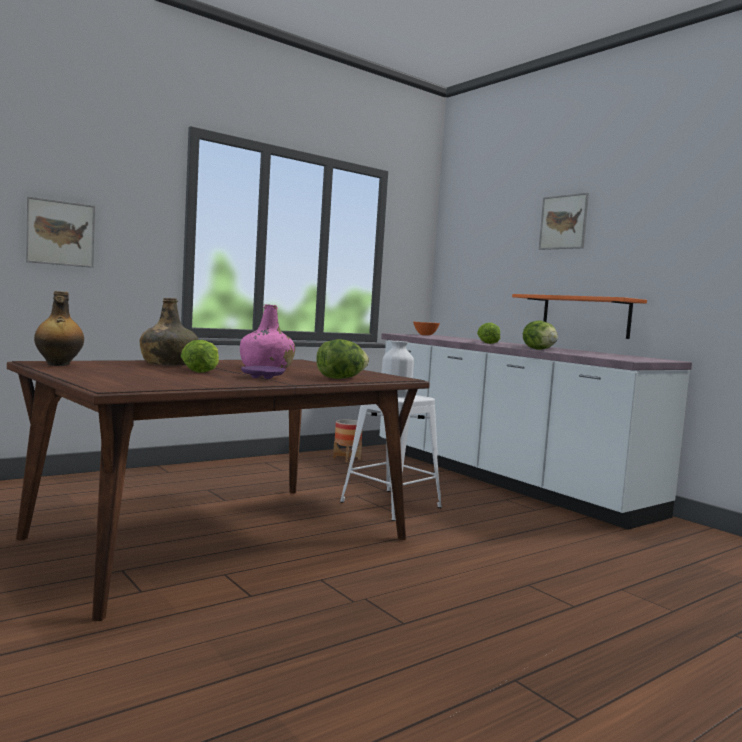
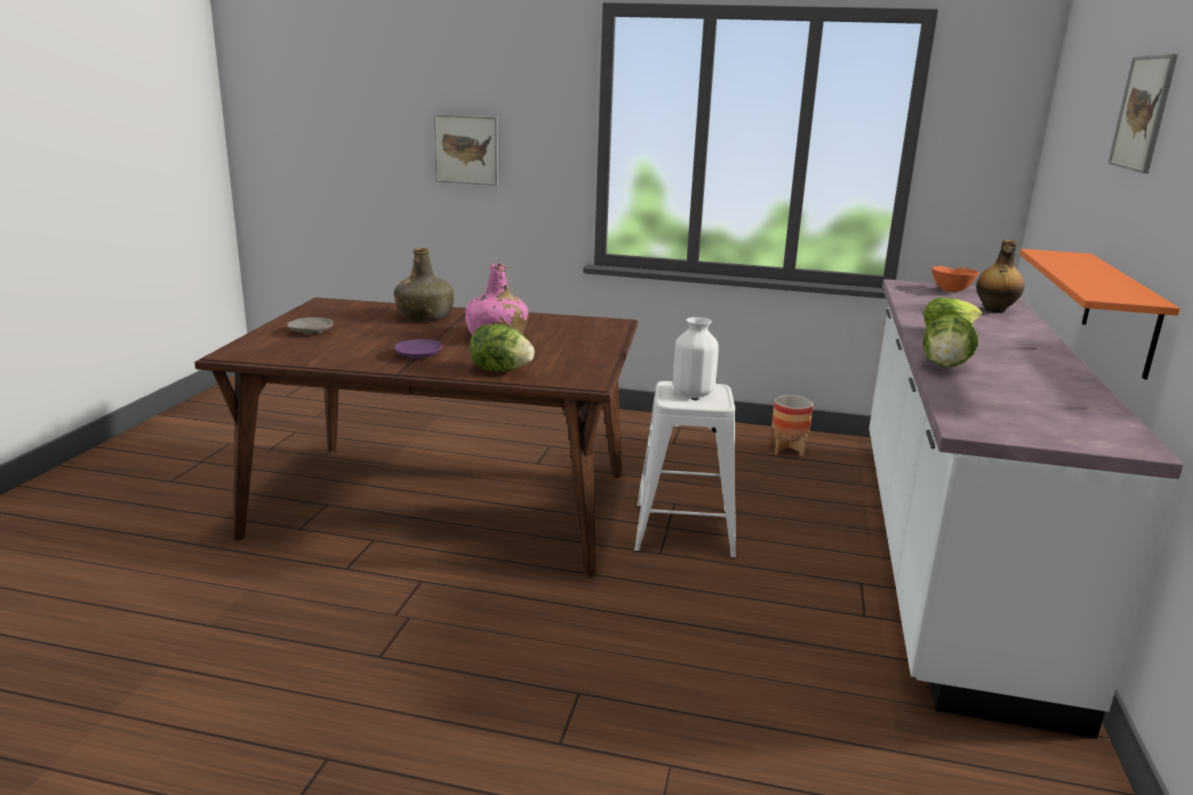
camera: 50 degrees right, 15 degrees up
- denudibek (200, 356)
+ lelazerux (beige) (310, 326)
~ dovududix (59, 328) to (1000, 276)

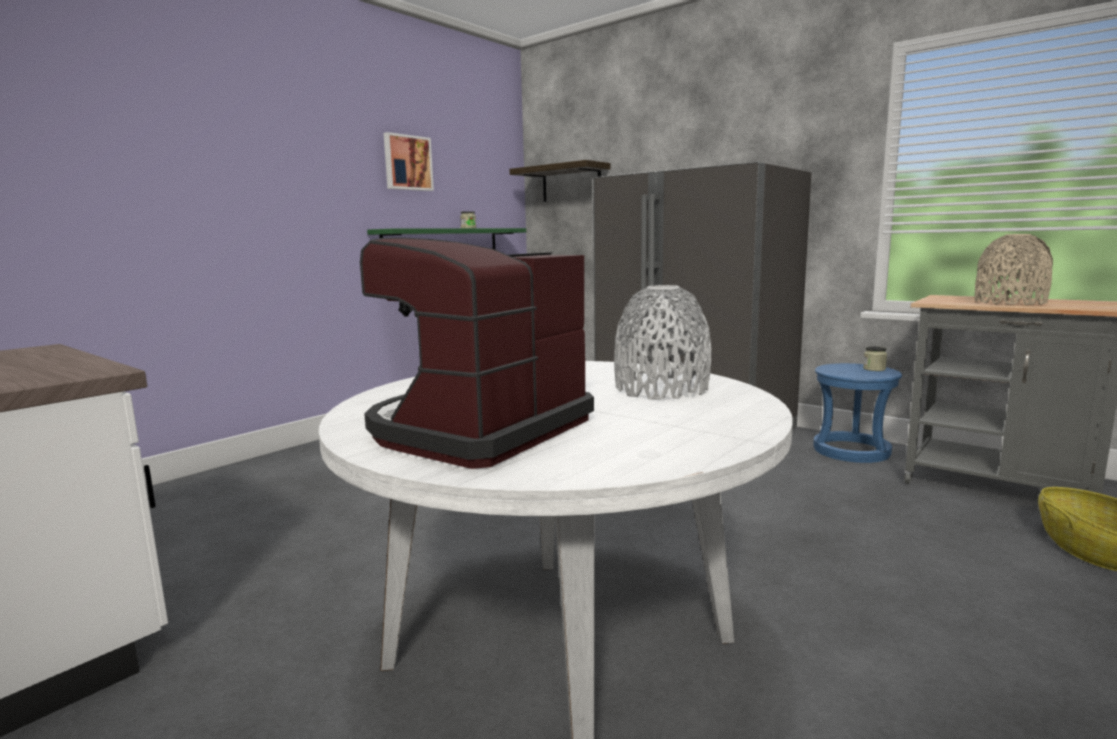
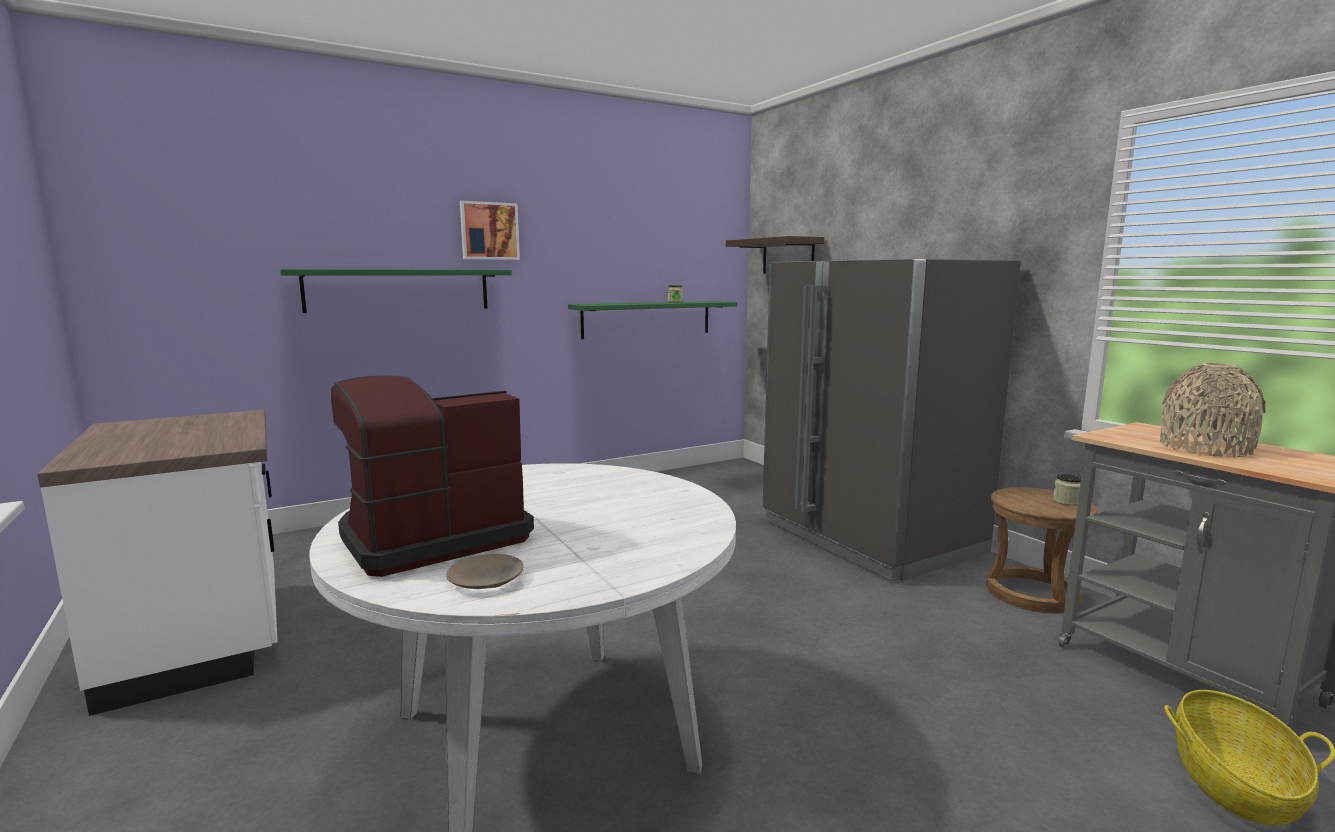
camera: 20 degrees right, 0 degrees up
- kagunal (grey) (662, 342)
+ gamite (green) (396, 291)
+ lelazerux (beige) (485, 571)
~ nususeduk (408, 161) to (490, 230)
~ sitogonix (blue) (857, 413) to sitogonix (brown) (1041, 550)

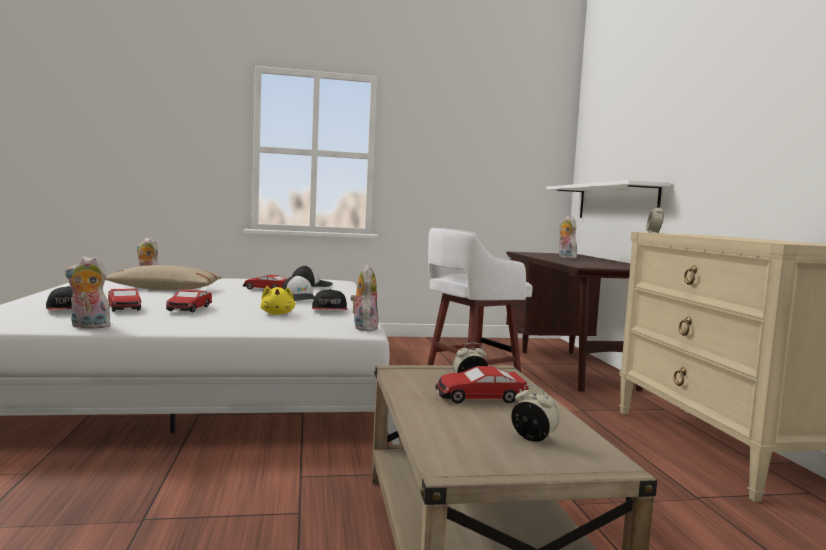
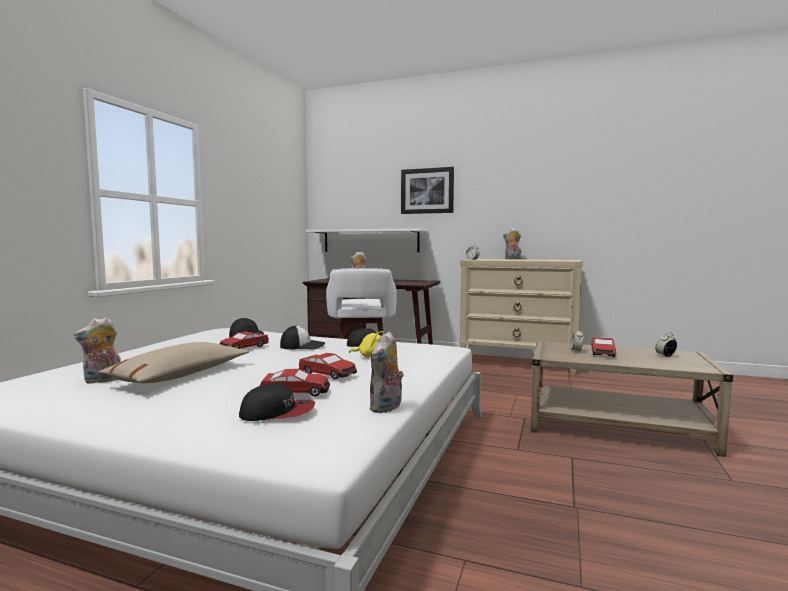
camera: 60 degrees left, 0 degrees up
+ nususeduk (427, 190)
~ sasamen (364, 297) to (512, 243)

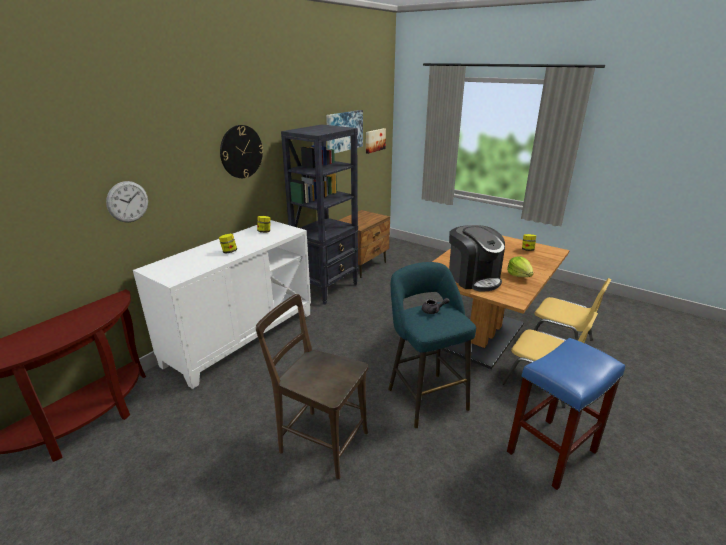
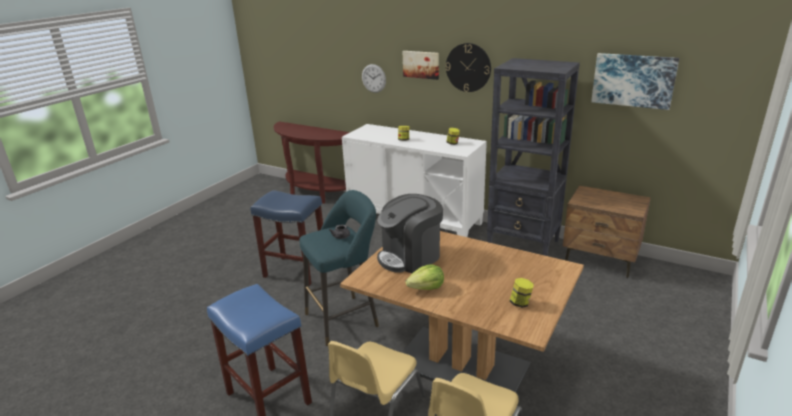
camera: 85 degrees right, 0 degrees up
~ nususeduk (376, 141) to (420, 65)
~ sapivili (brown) (312, 386) to sitogonix (blue) (287, 238)

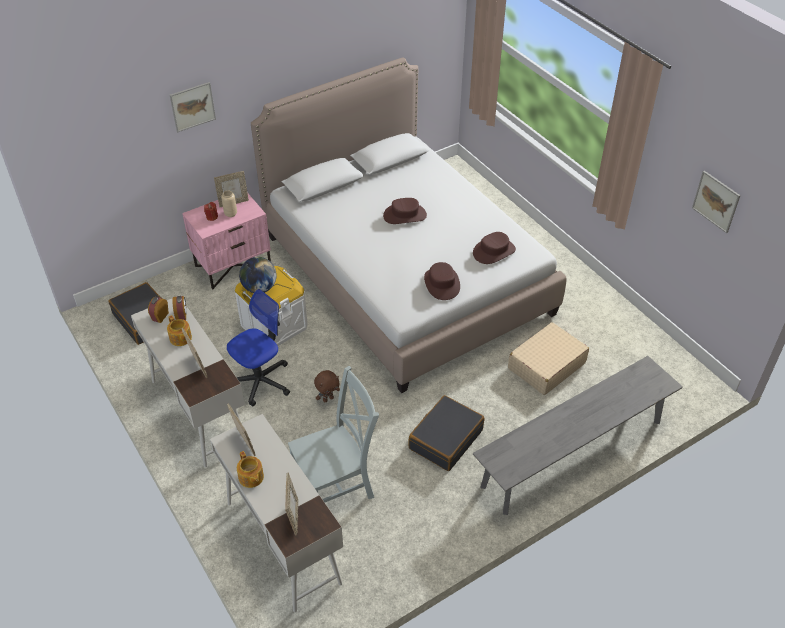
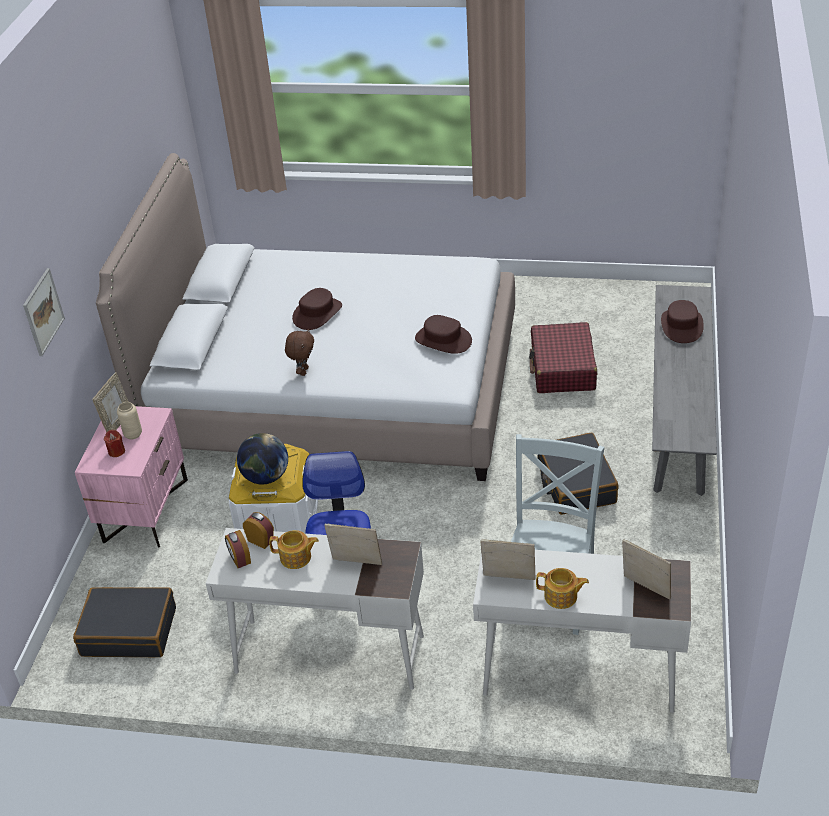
camera: 45 degrees left, 5 degrees down
- nususeduk (716, 202)
~ sasamen (brown) (327, 386) to (299, 352)
~ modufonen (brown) (494, 248) to (682, 321)
~ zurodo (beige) (548, 358) to zurodo (red) (563, 357)

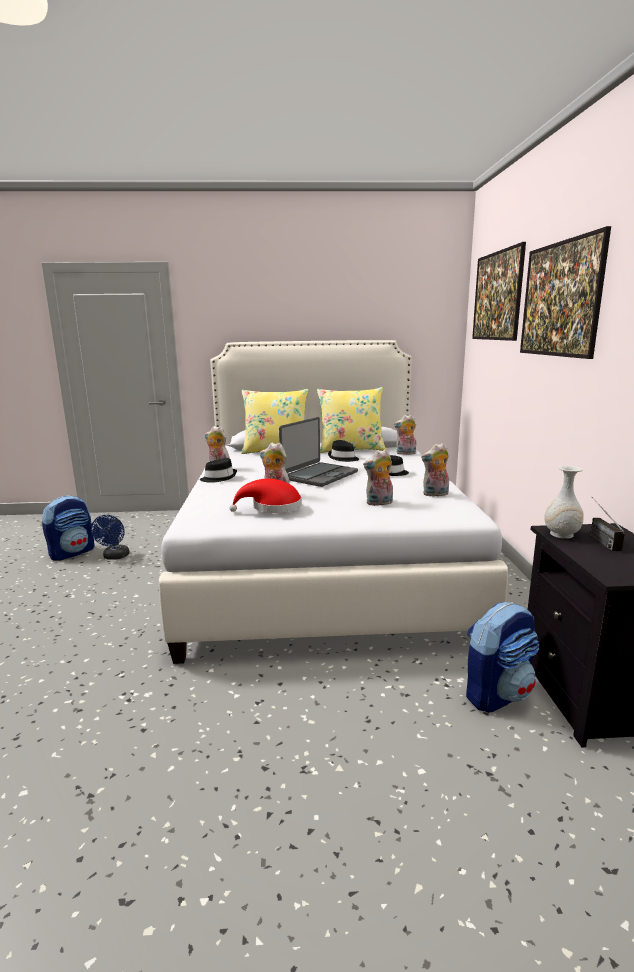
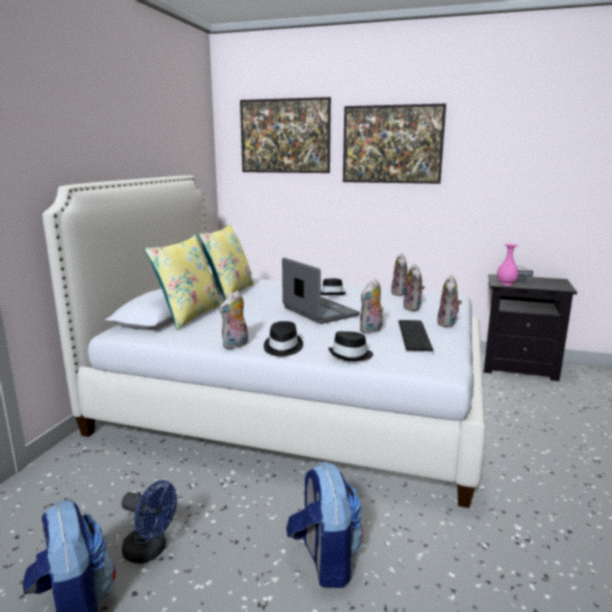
camera: 70 degrees left, 0 degrees up
~ modufonen (black) (343, 451) to (350, 346)
~ sasamen (405, 435) to (449, 301)
~ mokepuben (502, 657) to (324, 525)
~ modufonen (red) (266, 496) to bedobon (416, 335)
~ kagunal (white) (564, 502) to kagunal (pink) (508, 265)

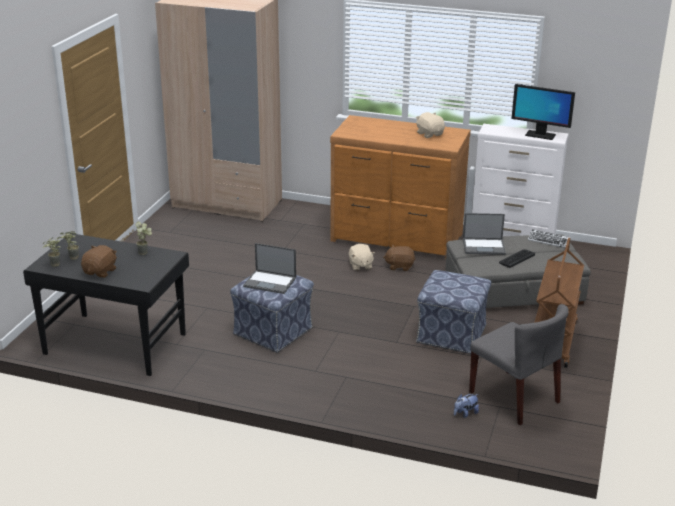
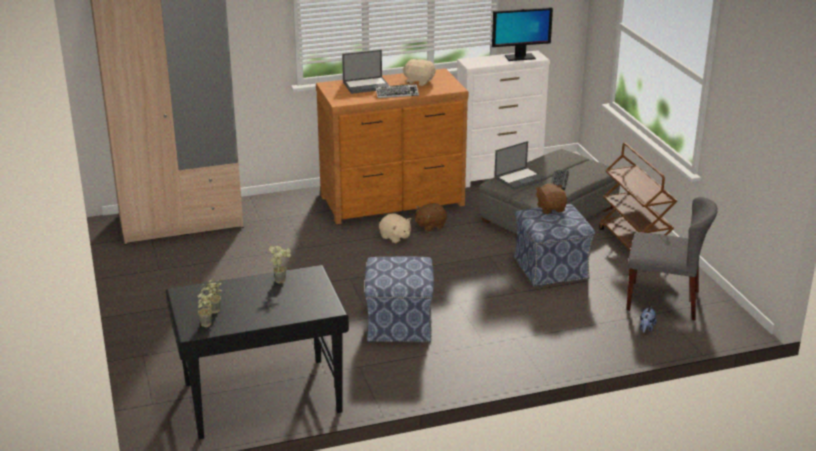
camera: 35 degrees left, 0 degrees up
~ sasamen (brown) (99, 261) to (551, 198)
~ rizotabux (269, 268) to (365, 72)
~ bedobon (549, 238) to (397, 91)

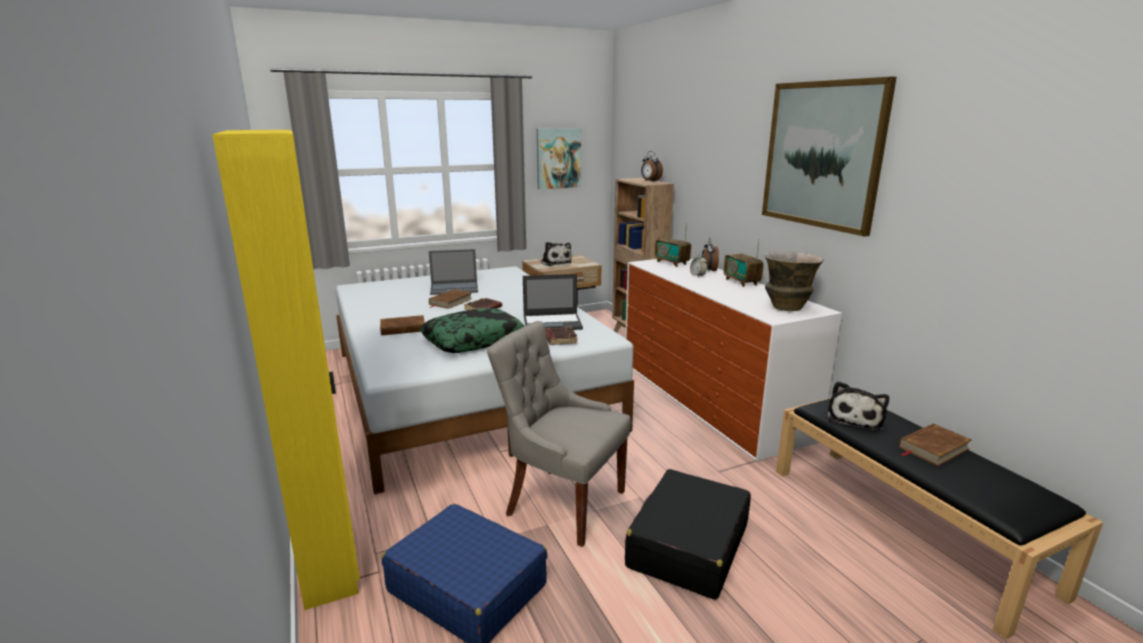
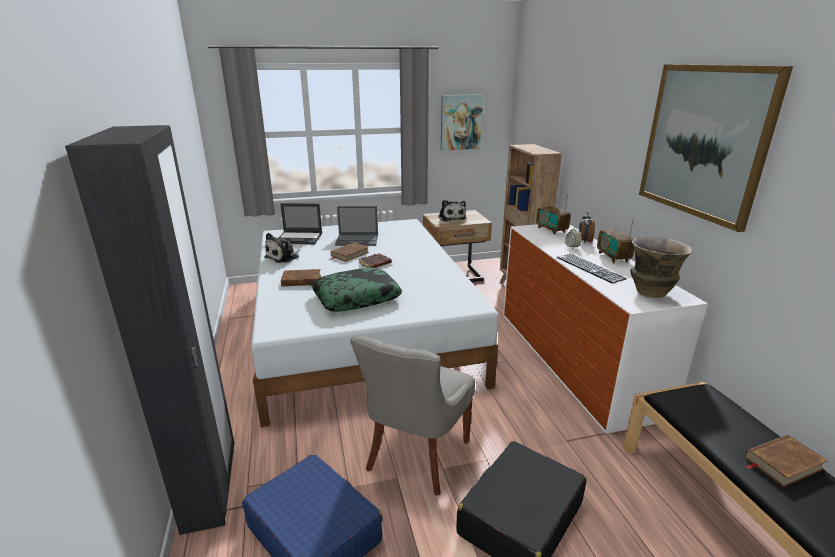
camera: 10 degrees right, 5 degrees up
- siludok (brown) (561, 335)
- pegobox (652, 166)
+ bedobon (592, 268)
~ rizotabux (553, 302) to (300, 223)
~ sasamen (858, 406) to (282, 248)
~ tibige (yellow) (286, 370) to tibige (black) (149, 330)
~ sapivili (grey) (559, 434) = (412, 416) 105 degrees counterclockwise

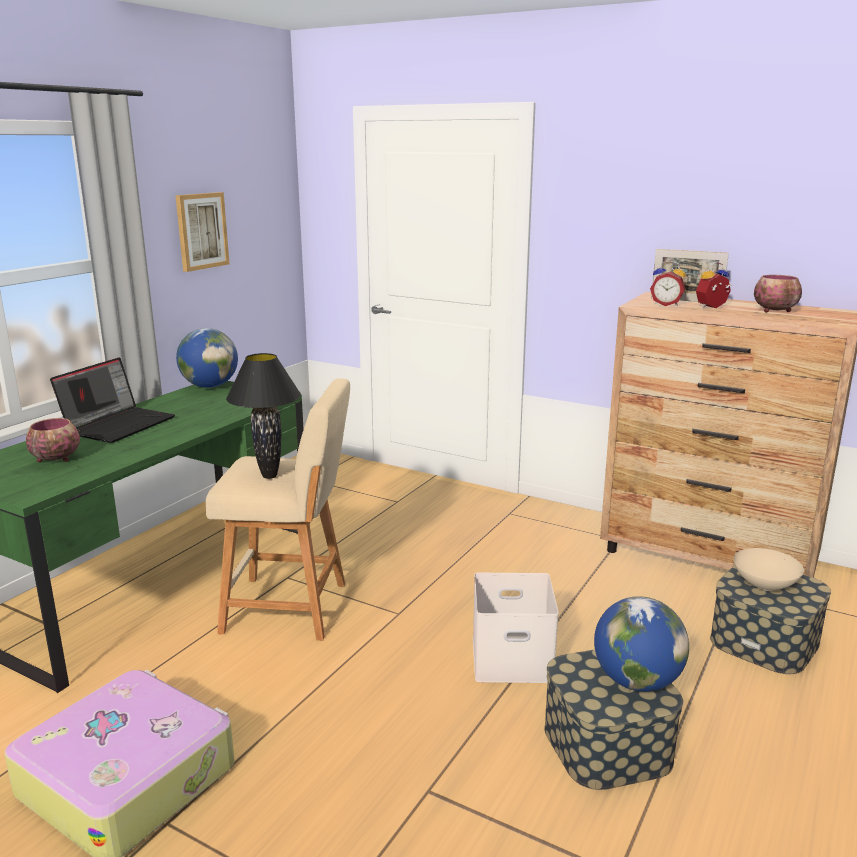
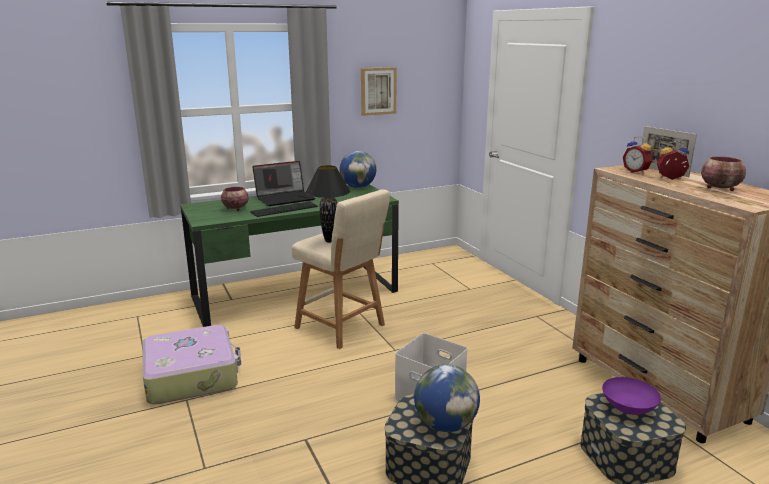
camera: 35 degrees right, 0 degrees up
+ bedobon (284, 209)
~ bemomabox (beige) (768, 569) to bemomabox (purple) (631, 396)

